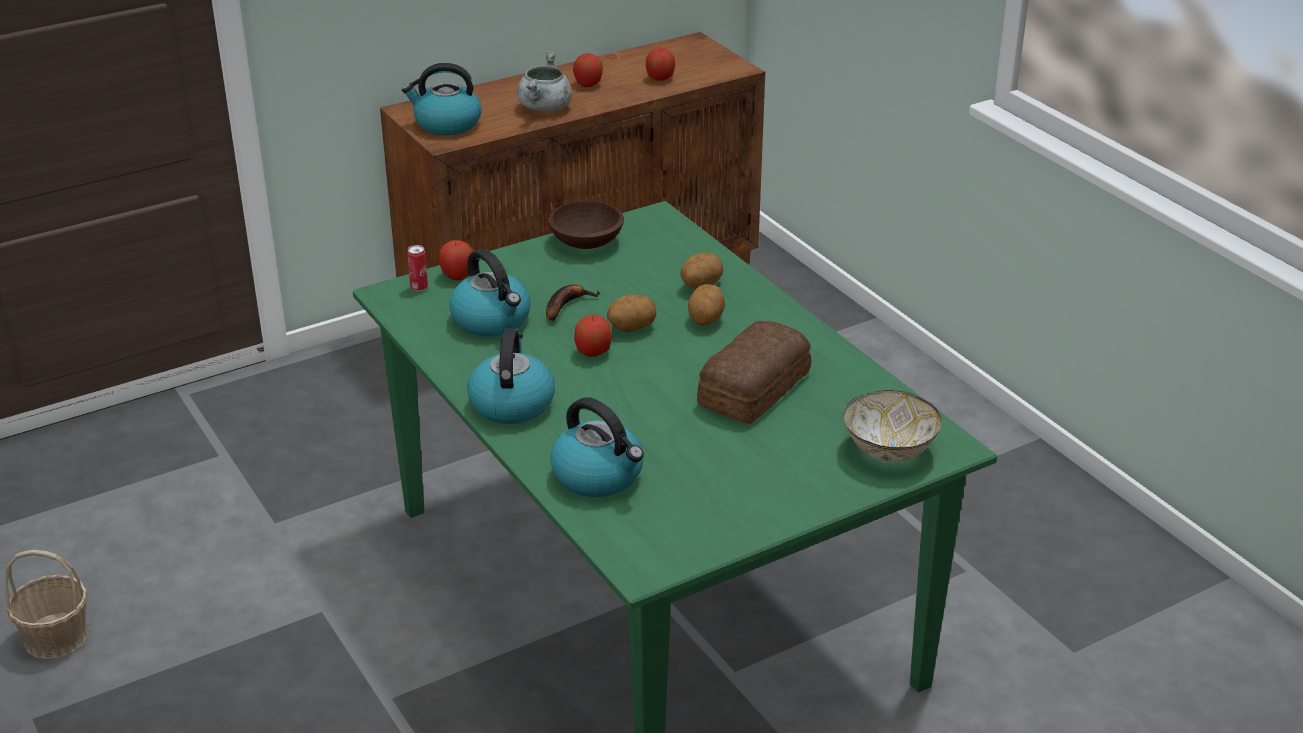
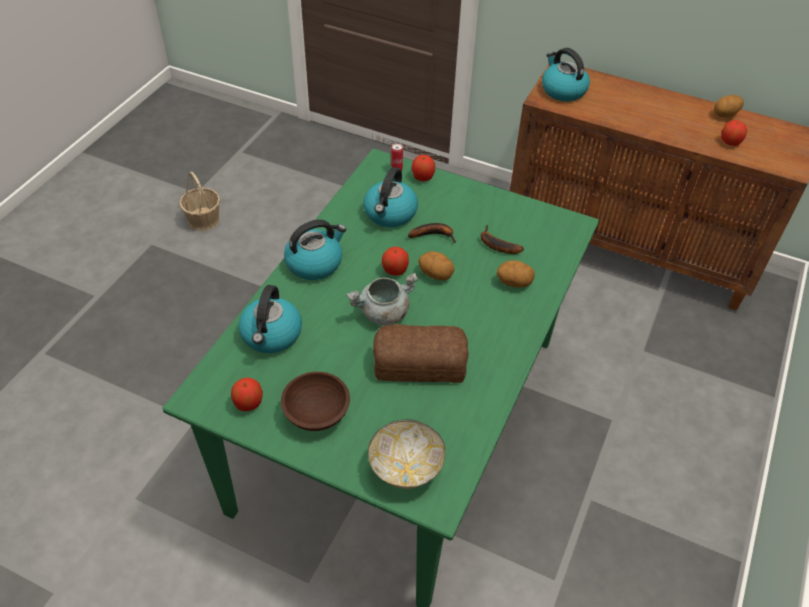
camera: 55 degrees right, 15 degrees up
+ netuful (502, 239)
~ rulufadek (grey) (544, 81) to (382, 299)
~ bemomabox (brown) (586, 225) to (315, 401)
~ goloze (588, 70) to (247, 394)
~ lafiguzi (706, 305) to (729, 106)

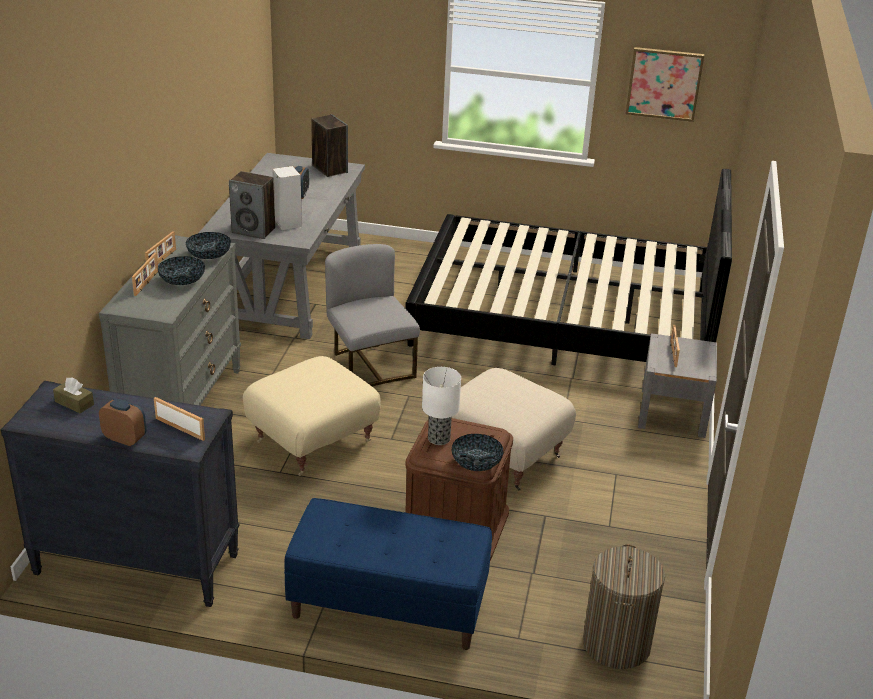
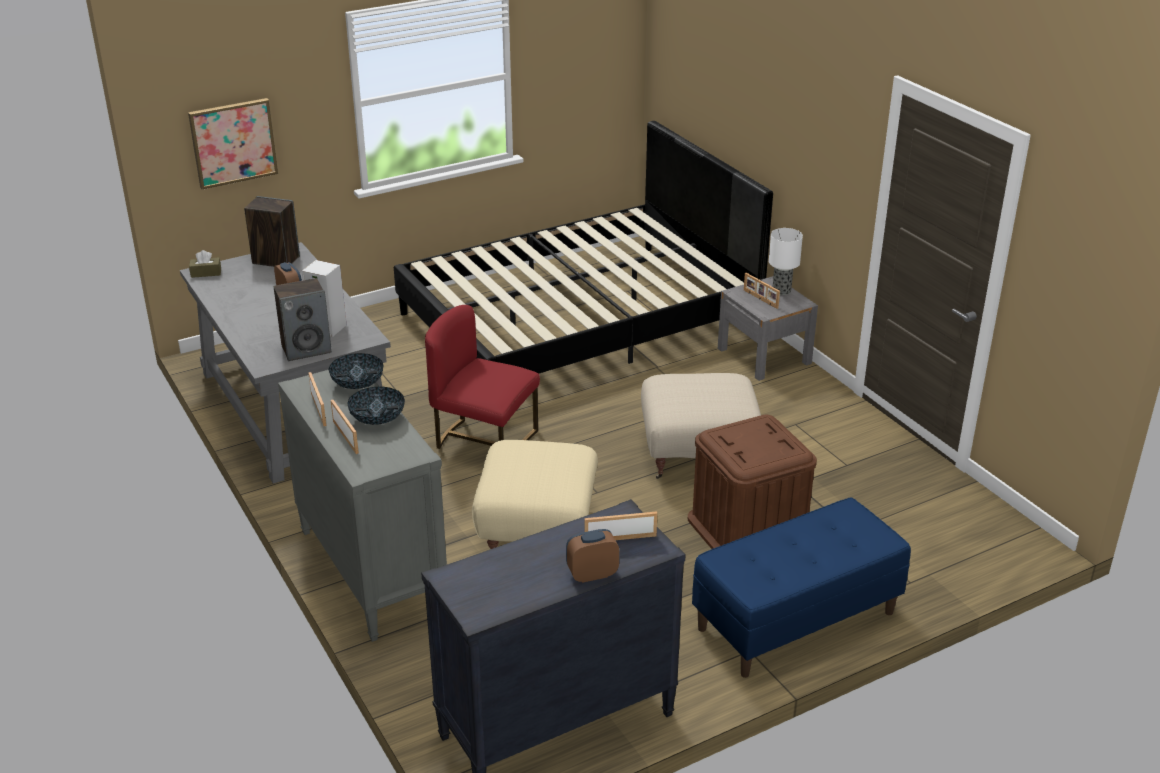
camera: 40 degrees left, 0 degrees up
- bemomabox (477, 452)
- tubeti (624, 606)
~ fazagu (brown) (73, 395) to (205, 264)
~ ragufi (441, 406) to (786, 261)
~ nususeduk (665, 84) to (233, 144)
~ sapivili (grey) (372, 315) to sapivili (red) (482, 377)

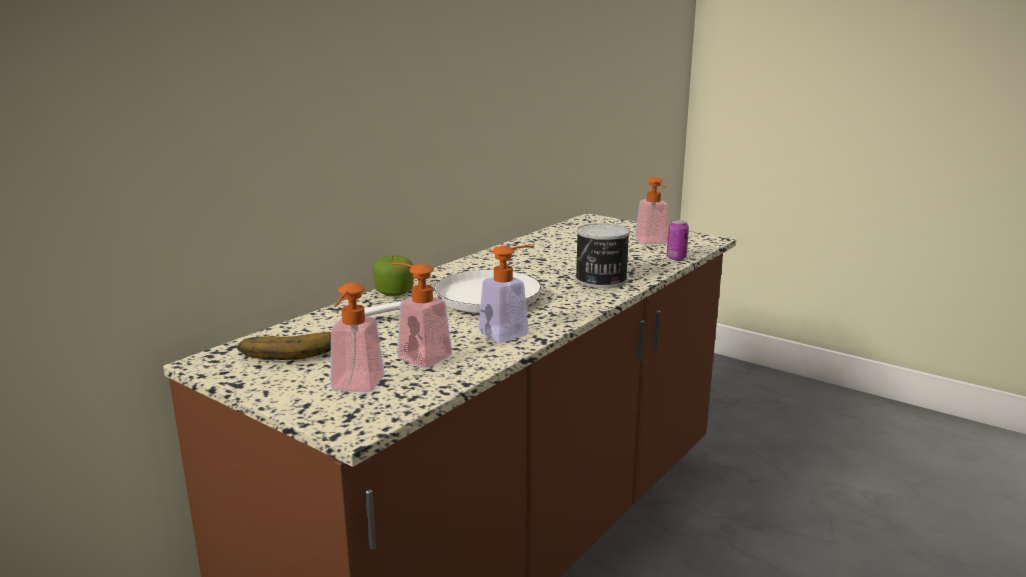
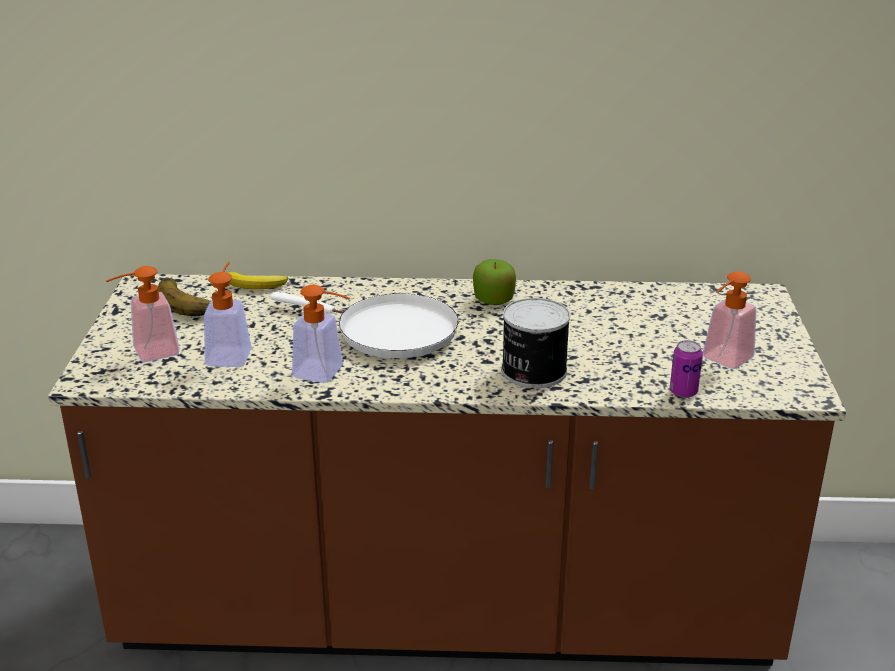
camera: 55 degrees right, 10 degrees up
+ netuful (258, 280)
~ goloze (393, 275) to (494, 282)

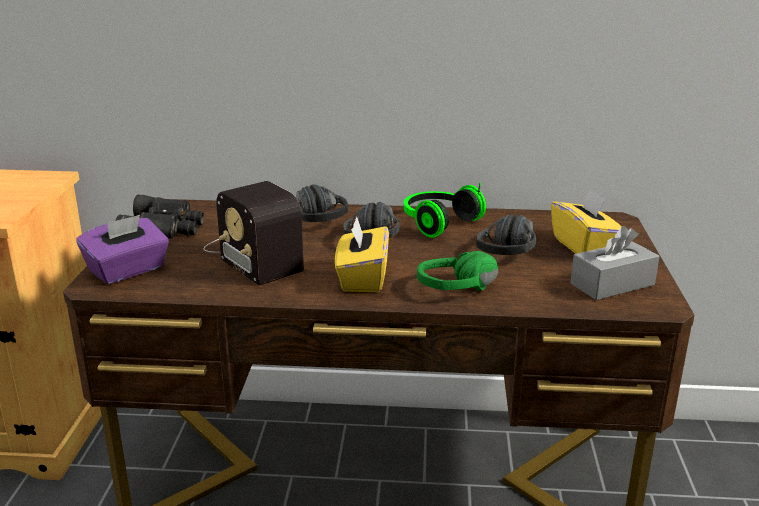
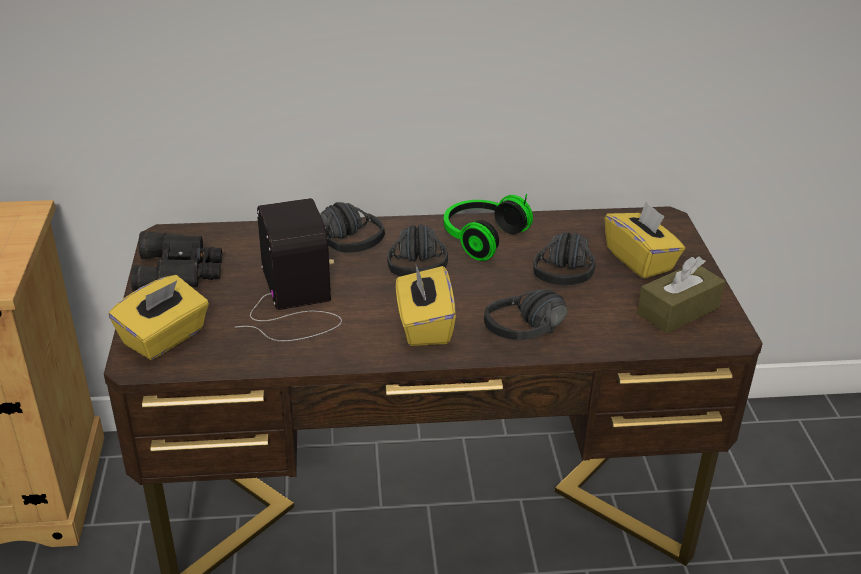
camera: 10 degrees left, 10 degrees up
~ fazagu (purple) (122, 249) to fazagu (yellow) (159, 317)
~ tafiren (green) (458, 271) to tafiren (black) (526, 315)
~ fazagu (grey) (615, 263) to fazagu (brown) (681, 295)
~ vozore (253, 233) = (288, 270) 150 degrees counterclockwise

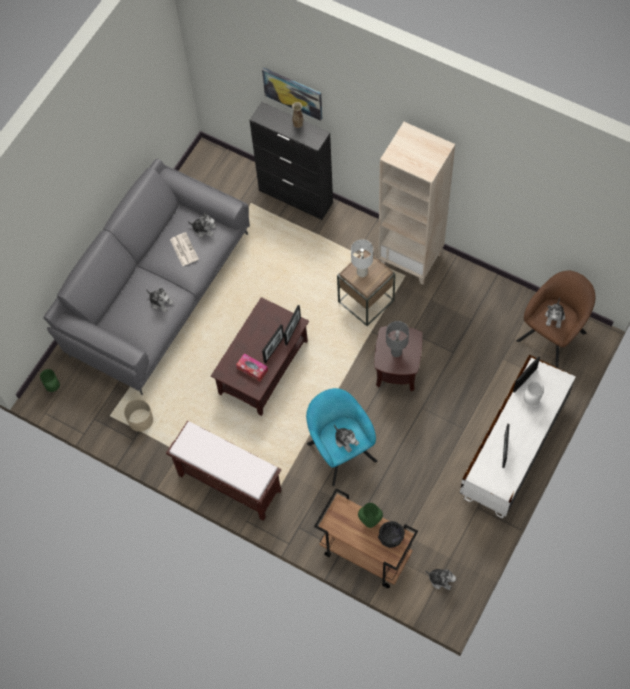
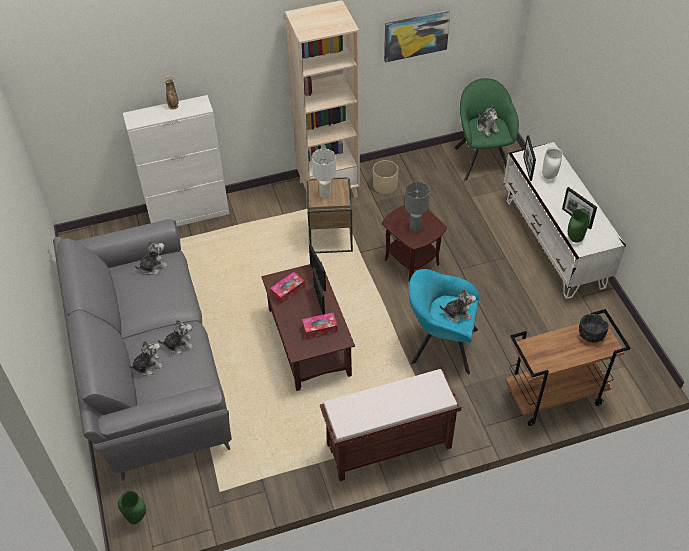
camera: 50 degrees left, 15 degrees down
- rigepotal (184, 249)
+ fazagu (287, 288)
~ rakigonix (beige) (138, 415) to (385, 177)
~ nususeduk (292, 94) to (417, 36)
~ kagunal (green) (370, 515) to (579, 226)
~ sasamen (441, 579) to (145, 358)
~ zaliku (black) (291, 161) to zaliku (white) (176, 161)
~ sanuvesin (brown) (555, 319) to sanuvesin (green) (486, 129)

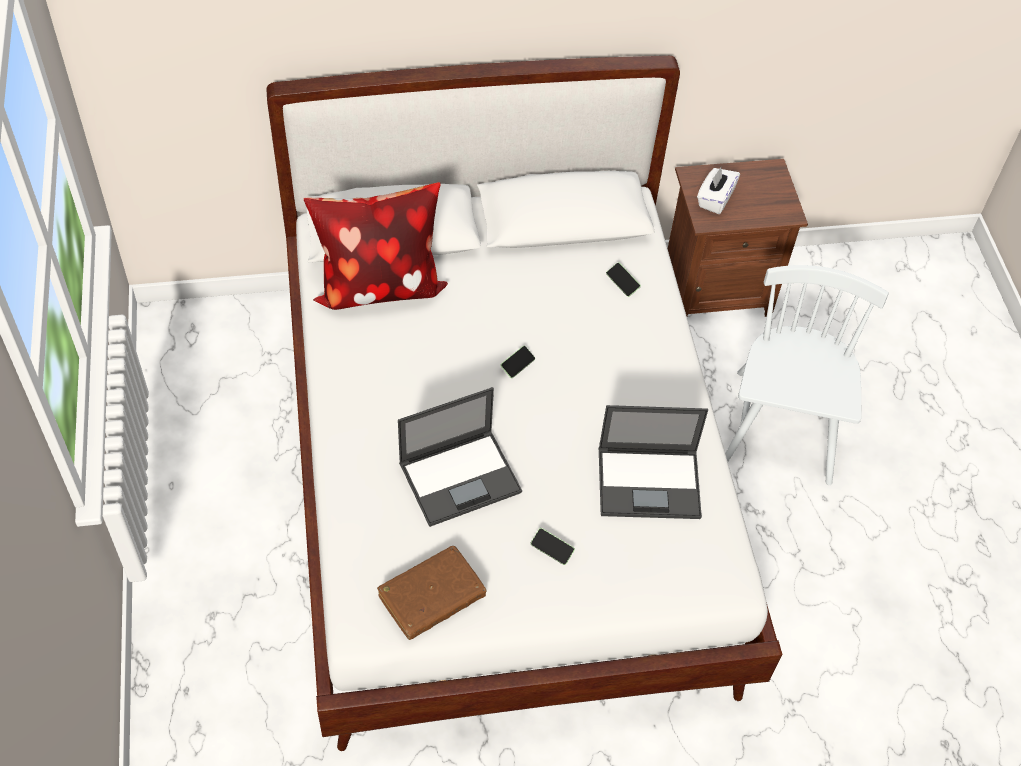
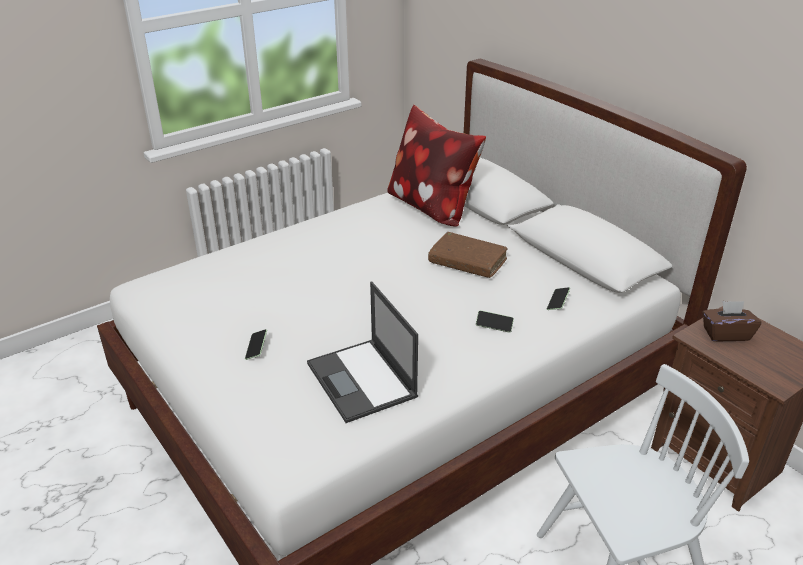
camera: 65 degrees right, 20 degrees down
- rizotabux (460, 457)
~ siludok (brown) (431, 593) to (468, 255)
~ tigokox (517, 362) to (495, 321)
~ fazagu (white) (718, 190) to fazagu (brown) (732, 321)

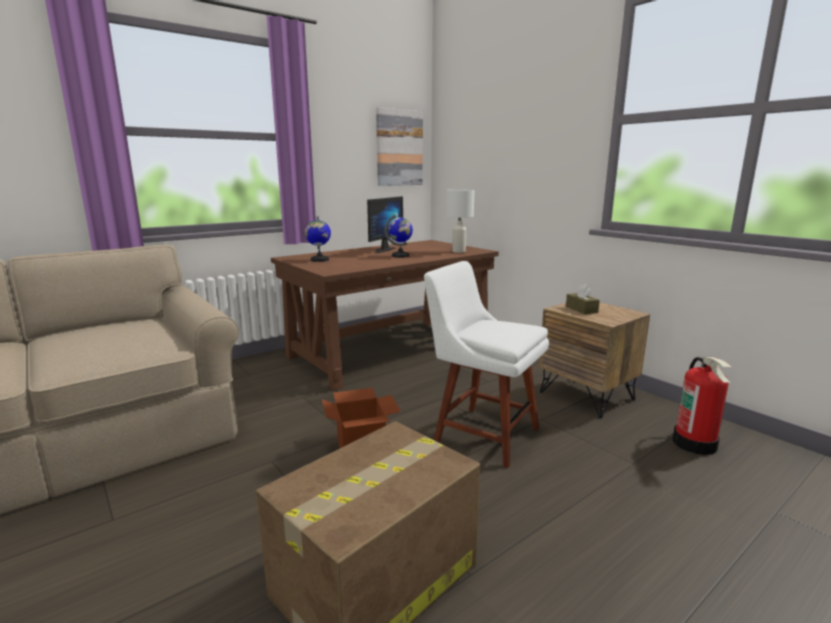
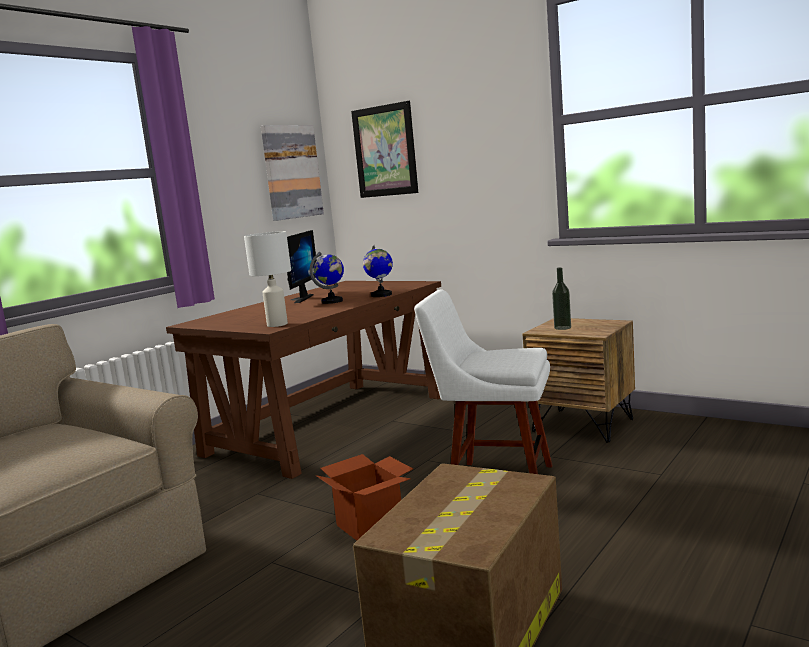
camera: 15 degrees left, 5 degrees down
- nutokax (702, 405)
+ nususeduk (384, 149)
~ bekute (318, 239) to (378, 271)
~ ragufi (white) (460, 221) to (267, 279)
~ fazagu (brown) (583, 299) to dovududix (561, 298)

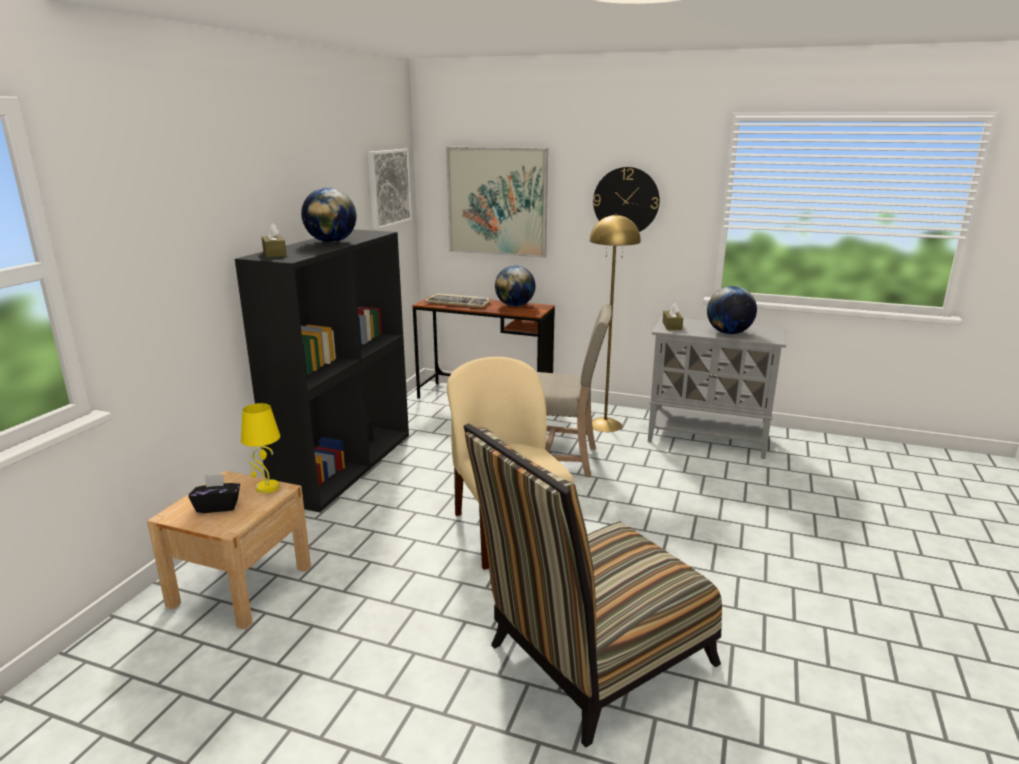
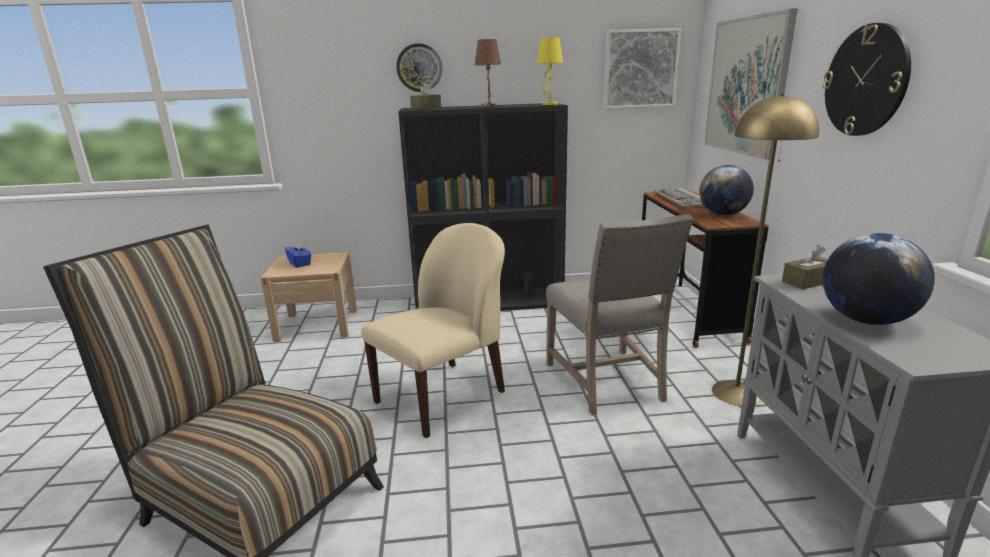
camera: 65 degrees right, 0 degrees up
+ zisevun (419, 67)
~ ragufi (yellow) (260, 448) to (550, 71)
~ bekute (328, 215) to ragufi (brown) (488, 73)
~ fazagu (black) (214, 493) to fazagu (blue) (298, 254)

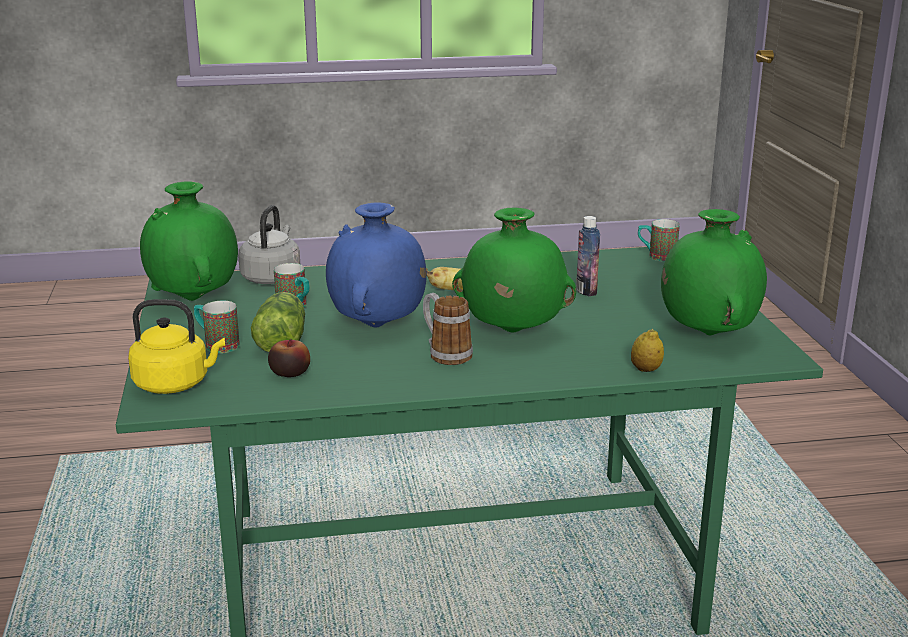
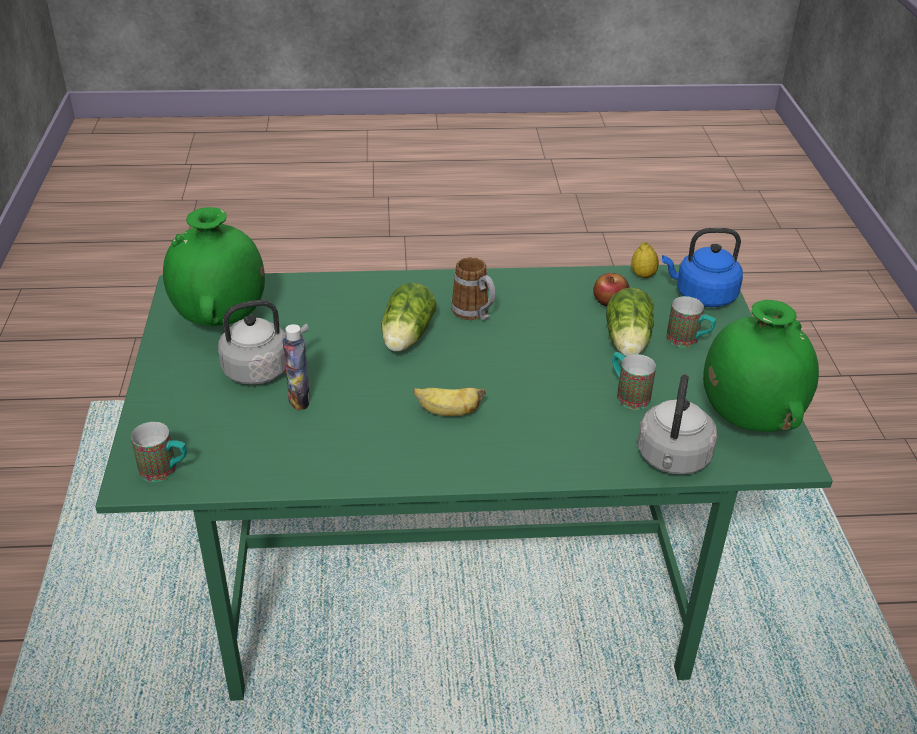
camera: 175 degrees left, 15 degrees up
- kagunal (blue) (376, 265)
+ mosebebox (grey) (263, 342)
~ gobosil (647, 350) to (645, 260)
~ kagunal (green) (514, 270) to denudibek (408, 317)
~ mosebebox (yellow) (176, 346) to mosebebox (blue) (702, 267)

